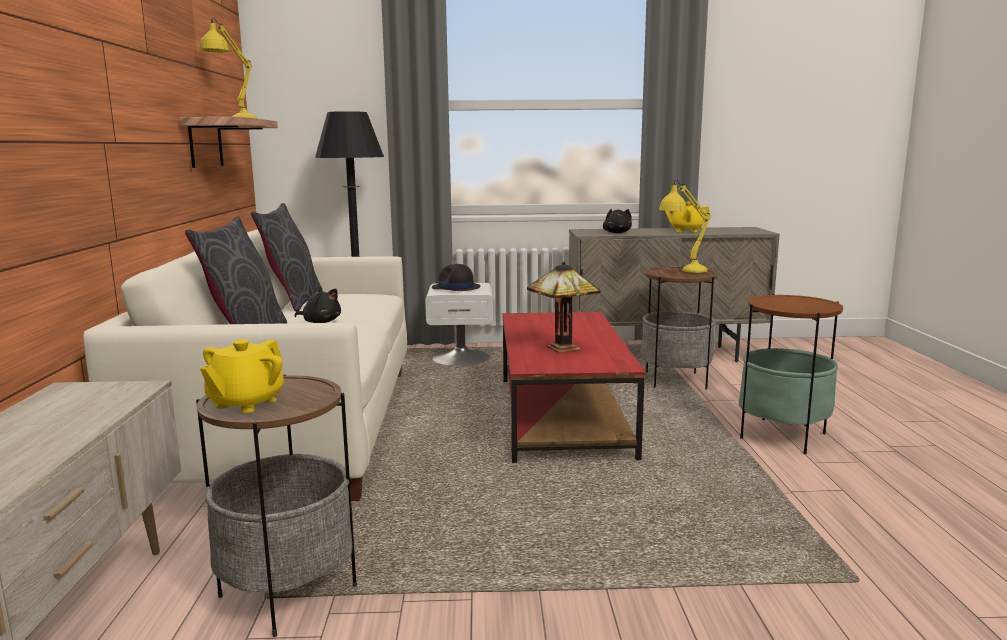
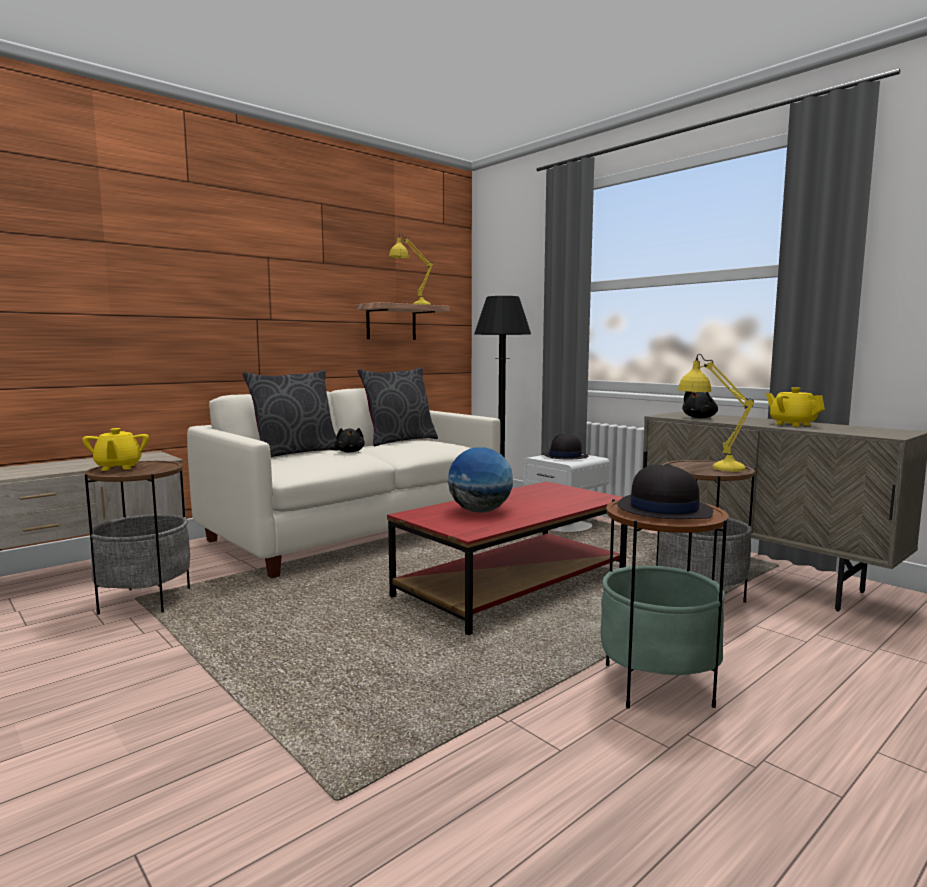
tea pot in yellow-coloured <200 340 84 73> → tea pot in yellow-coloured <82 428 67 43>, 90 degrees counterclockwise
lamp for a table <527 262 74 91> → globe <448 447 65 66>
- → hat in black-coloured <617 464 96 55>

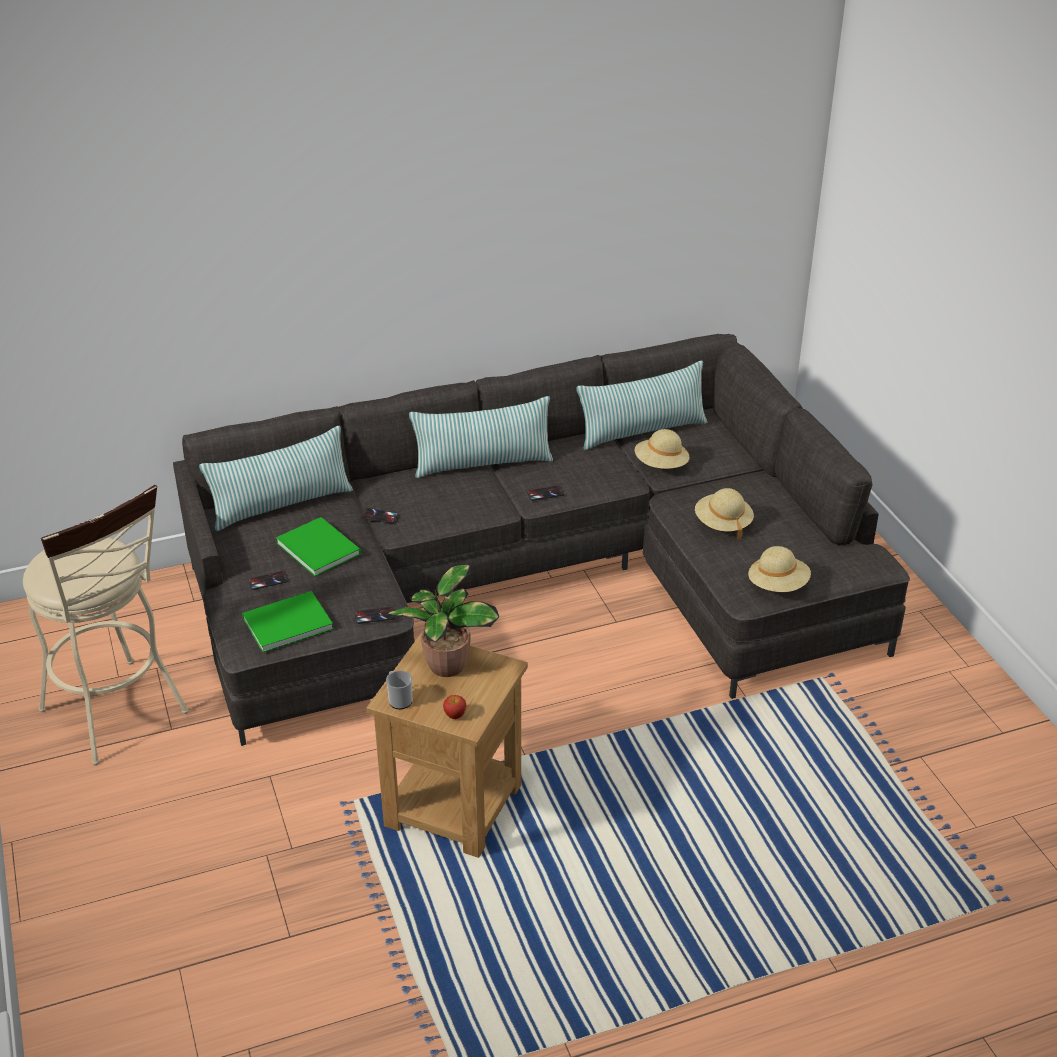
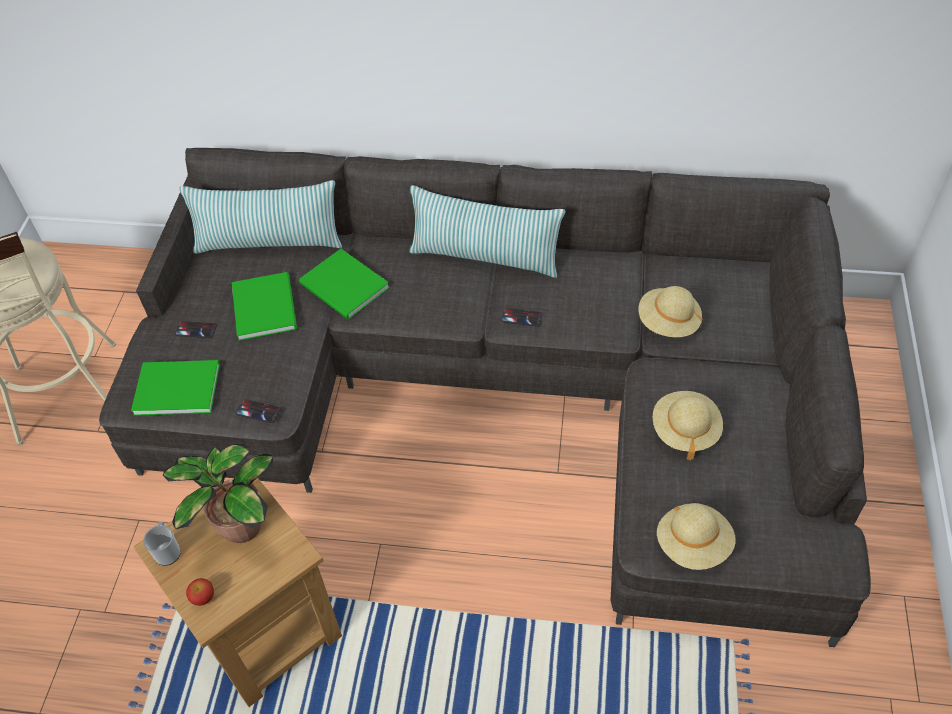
handset <360 508 39 15> → bound book in green-coloured <299 249 91 70>
pillow <576 361 131 89> → -

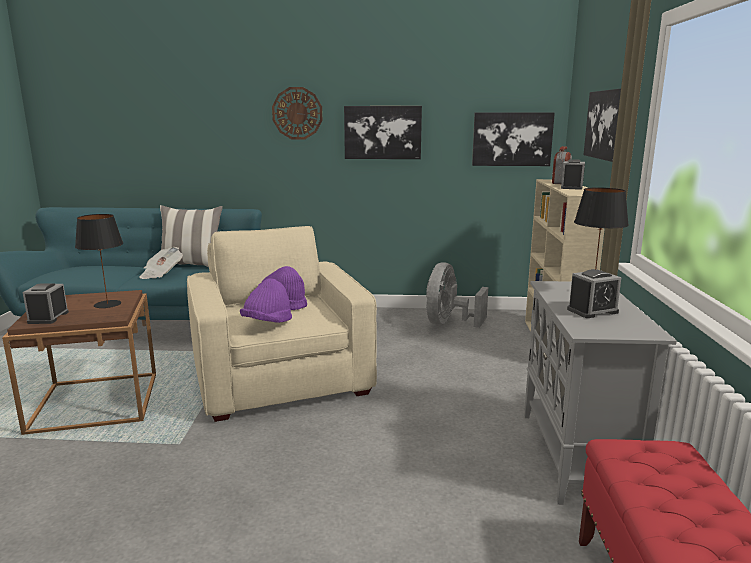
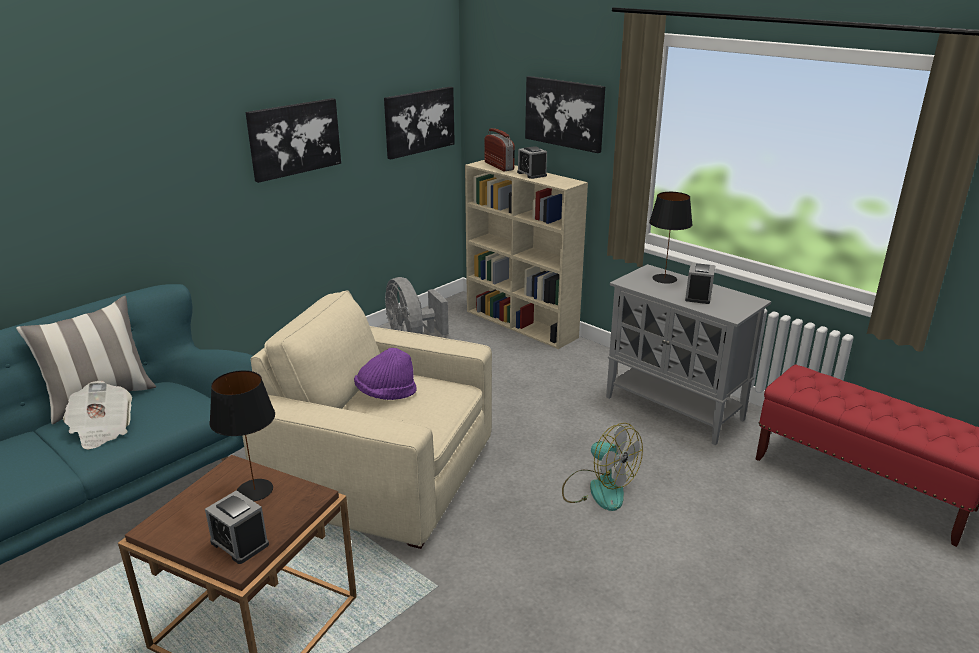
hat in purple <240 278 52 45> → -
hanging clock <272 87 50 52> → -
- → fan <562 423 81 88>

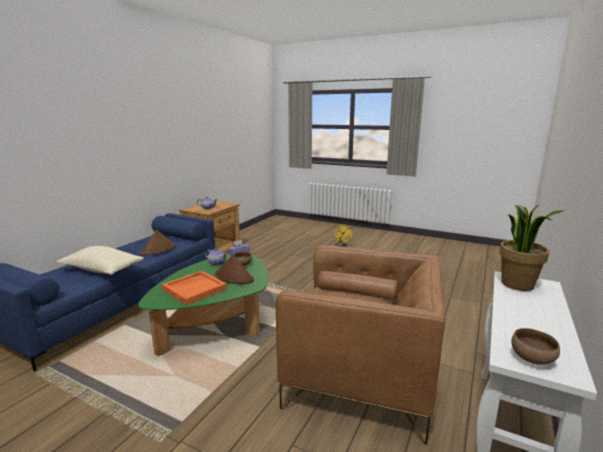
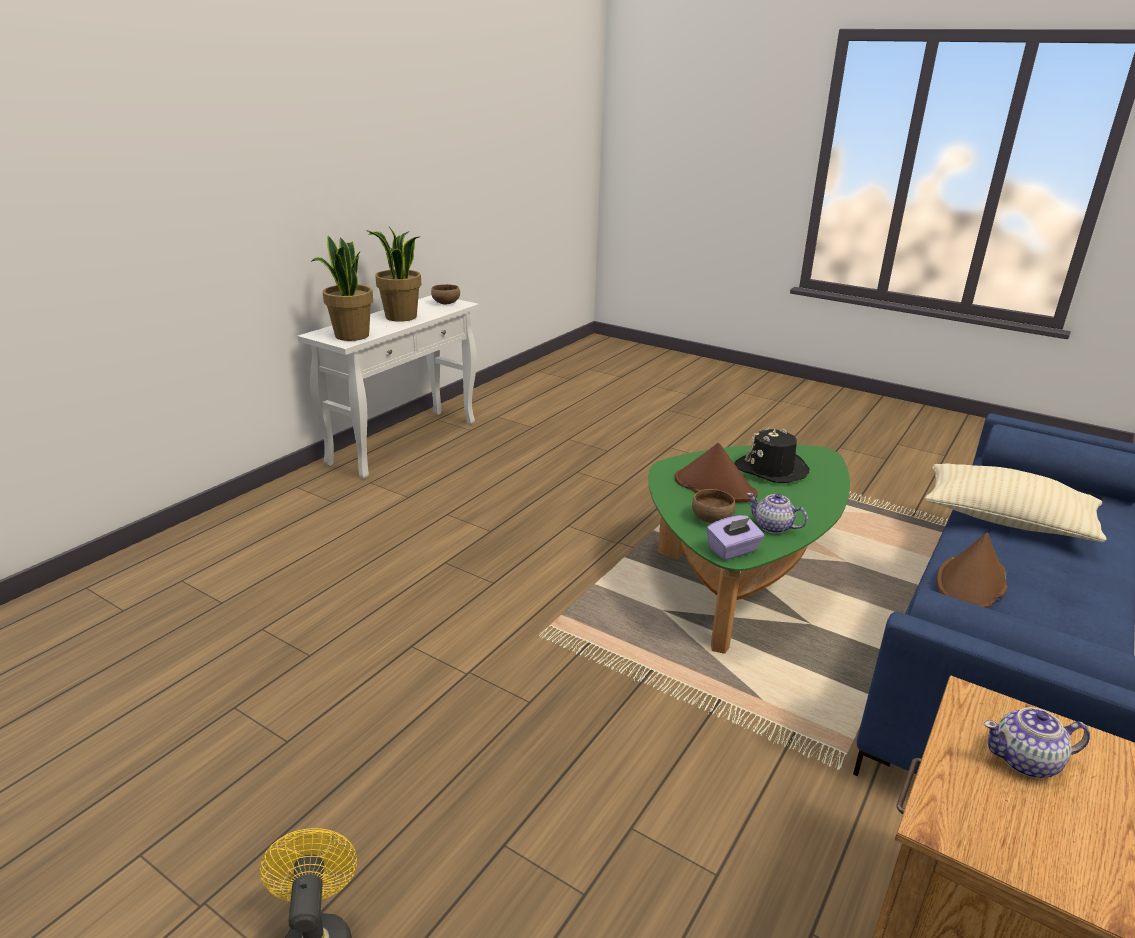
carrying tray in orangey <162 271 65 34> → hat in black-coloured <735 427 74 56>
easy chair in brown-coloured <276 245 170 199> → -
- → plant in a pot <366 227 55 95>

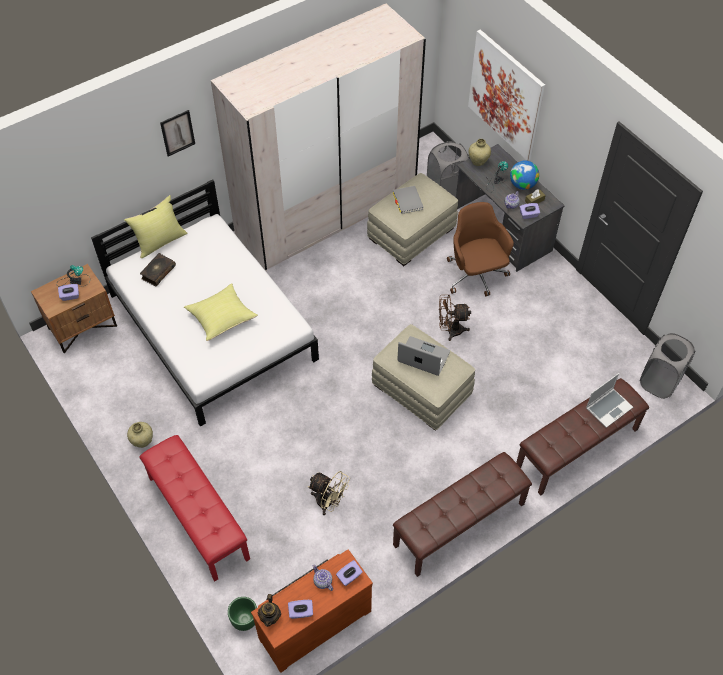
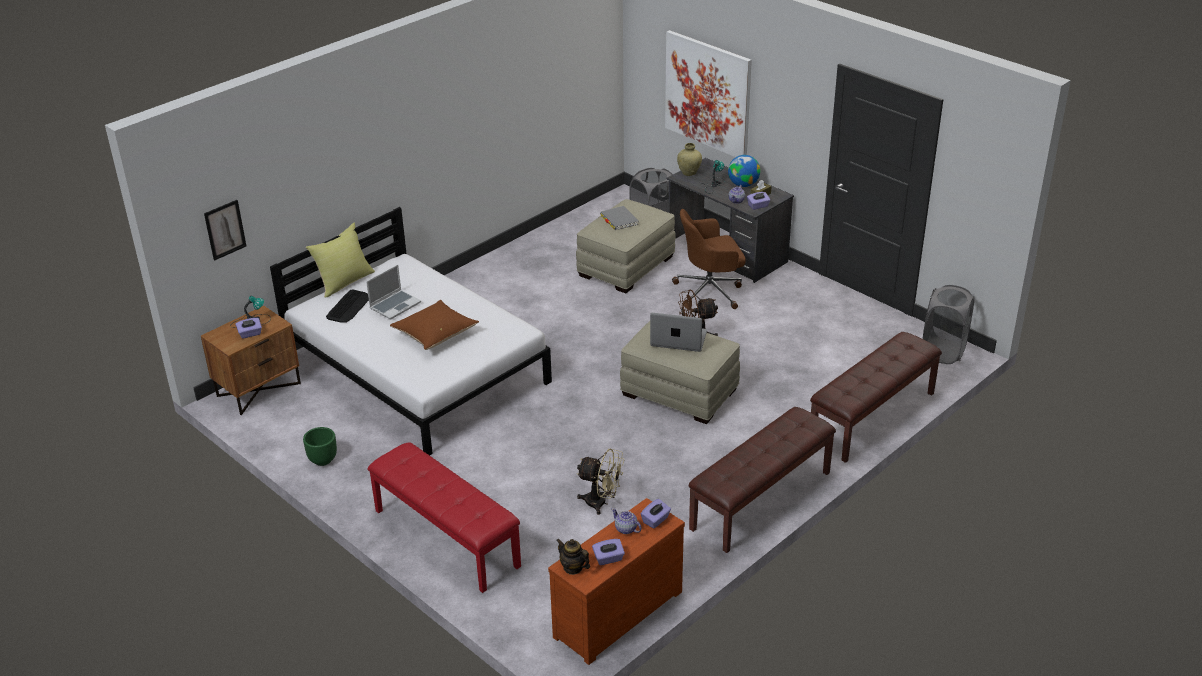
vase in beige <127 422 26 26> → -
bound book <140 253 36 33> → computer keyboard <326 290 43 33>
wall art <160 110 35 46> → wall art <204 200 42 61>, relocated
pillow in yellow-coloured <184 283 74 58> → pillow in brown-coloured <390 300 89 50>
clothes cupboard in beige <211 4 215 268> → -
planter in green-coloured <228 597 29 34> → planter in green-coloured <303 427 34 39>, relocated
tea pot <258 594 23 33> → tea pot <556 538 34 37>, 135 degrees clockwise
desk chair in brown-coloured <447 202 67 94> → desk chair in brown-coloured <672 209 74 100>, 75 degrees counterclockwise
portable computer <586 373 47 55> → portable computer <366 265 55 55>, relocated

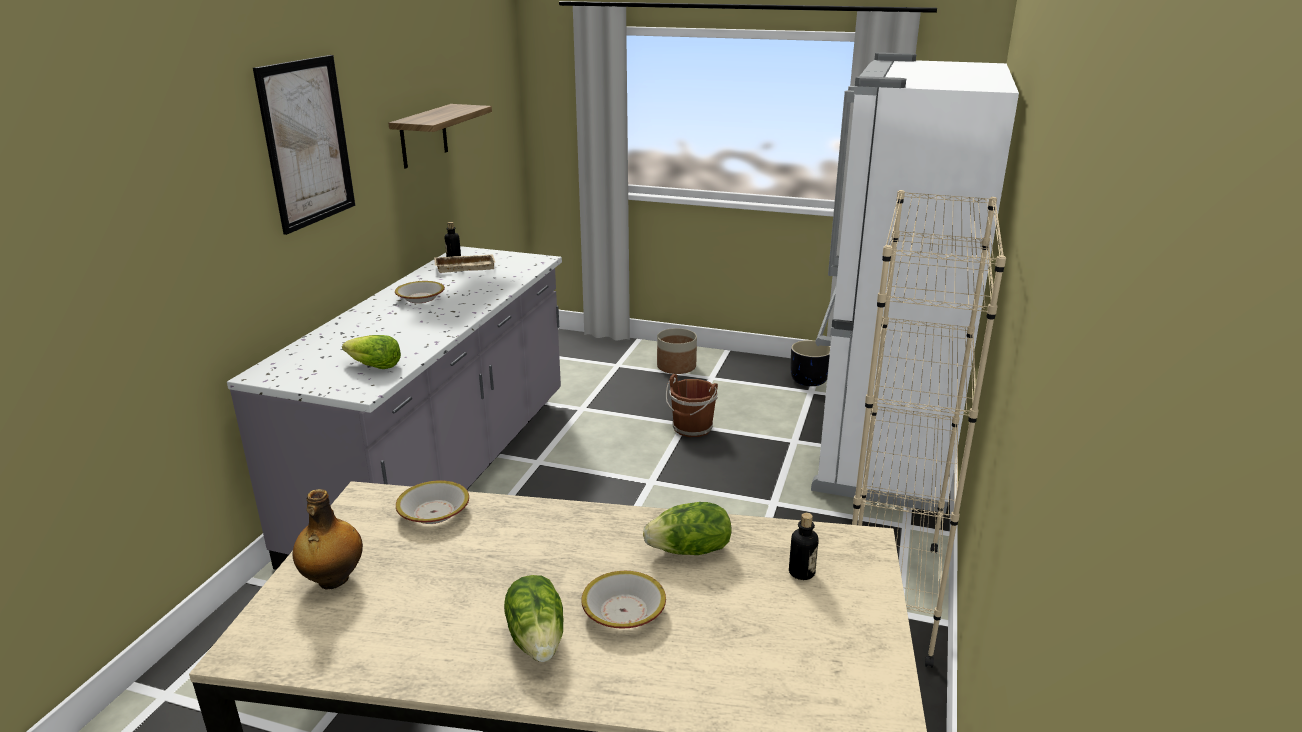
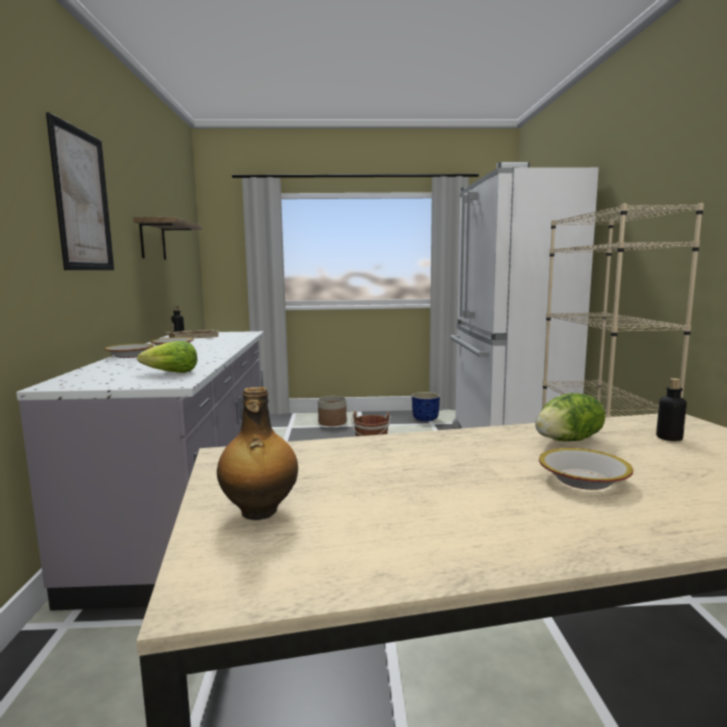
deep dish <396 480 73 44> → deep dish <104 344 49 14>, relocated
lettuce head <504 575 59 87> → -
planter in black-coloured <791 340 39 46> → planter in bluish <412 392 28 29>

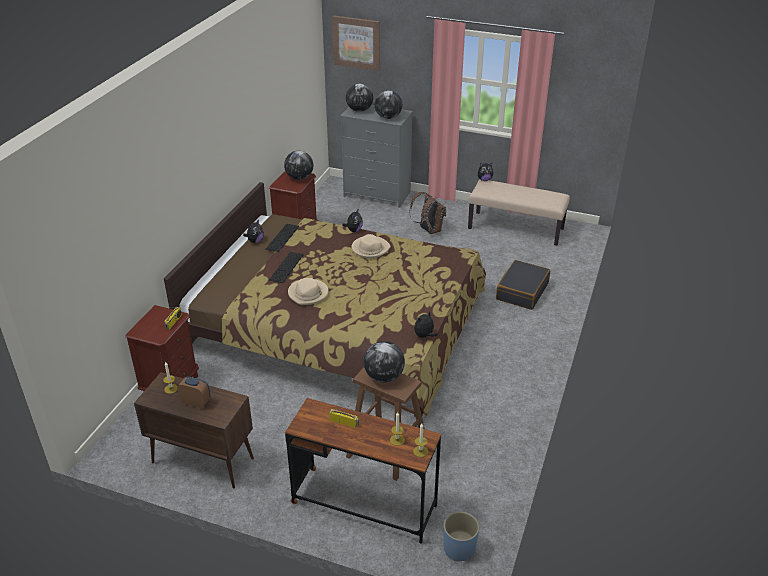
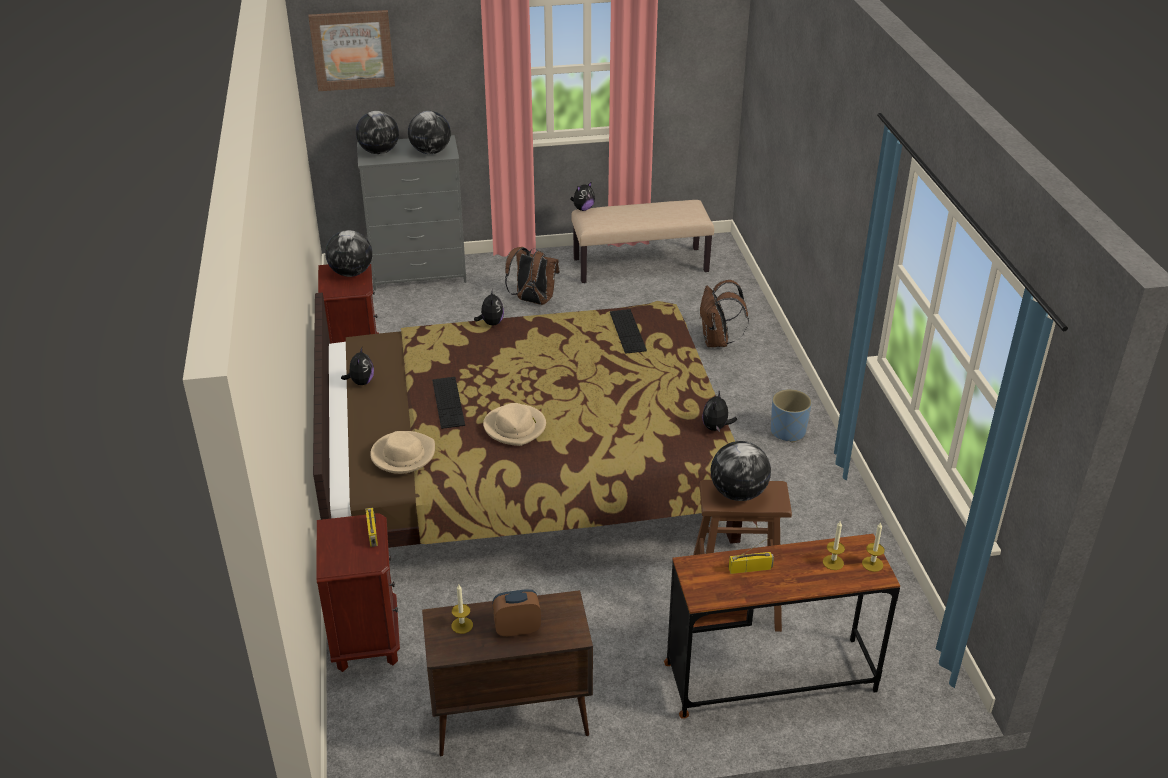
computer keyboard <265 224 34 28> → computer keyboard <610 309 37 45>, relocated
hat in beige <352 234 39 24> → hat in beige <370 431 65 43>, relocated
planter in bluish <443 512 36 49> → planter in bluish <771 389 41 54>, relocated
travel case in black-coloured <496 260 54 50> → knapsack in brown-coloured <700 280 49 67>

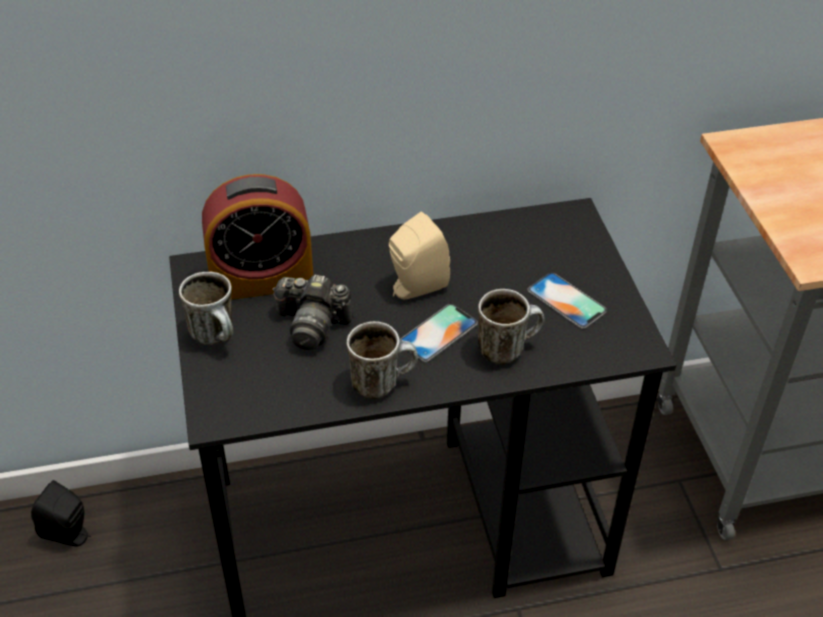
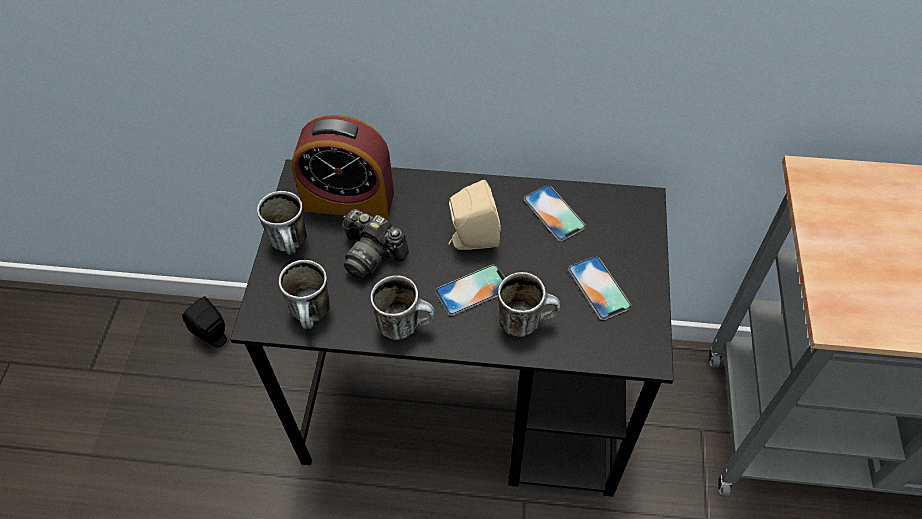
- → tea mug <279 260 51 69>
- → handset <523 185 63 56>

